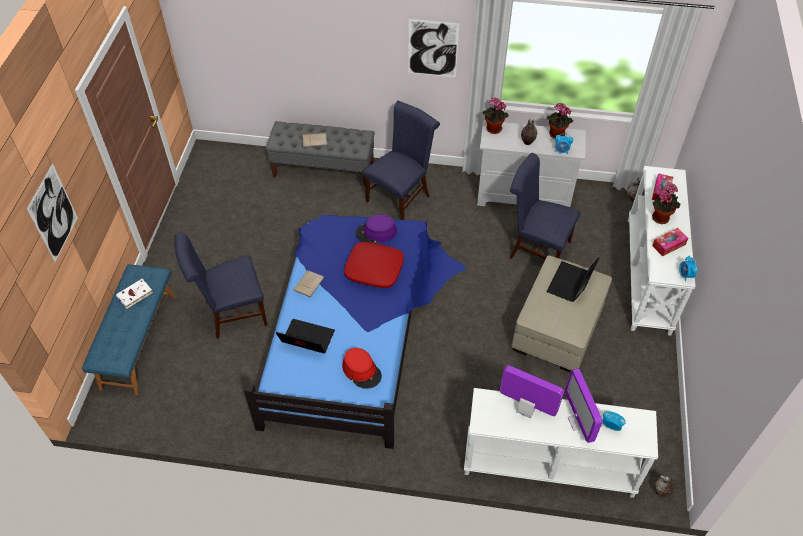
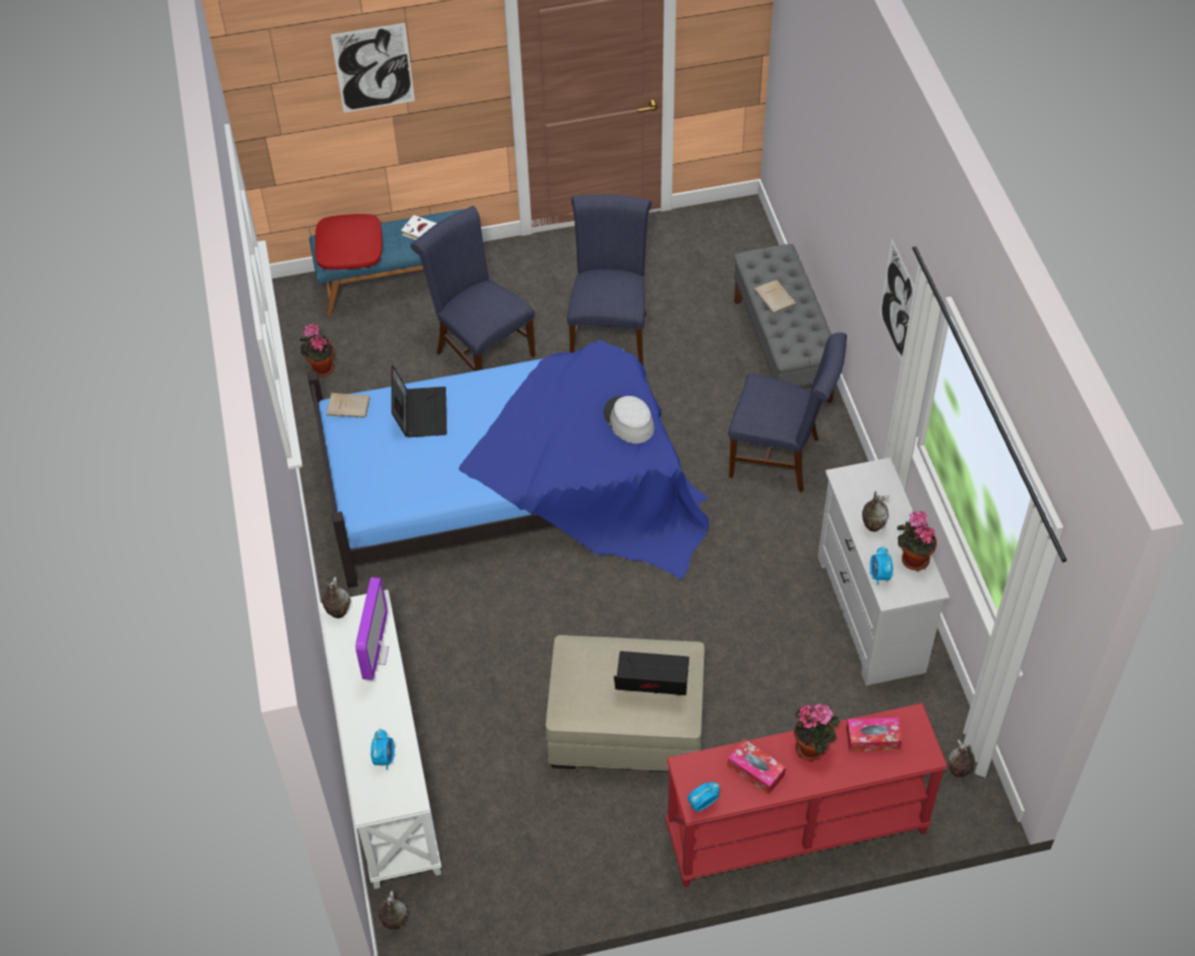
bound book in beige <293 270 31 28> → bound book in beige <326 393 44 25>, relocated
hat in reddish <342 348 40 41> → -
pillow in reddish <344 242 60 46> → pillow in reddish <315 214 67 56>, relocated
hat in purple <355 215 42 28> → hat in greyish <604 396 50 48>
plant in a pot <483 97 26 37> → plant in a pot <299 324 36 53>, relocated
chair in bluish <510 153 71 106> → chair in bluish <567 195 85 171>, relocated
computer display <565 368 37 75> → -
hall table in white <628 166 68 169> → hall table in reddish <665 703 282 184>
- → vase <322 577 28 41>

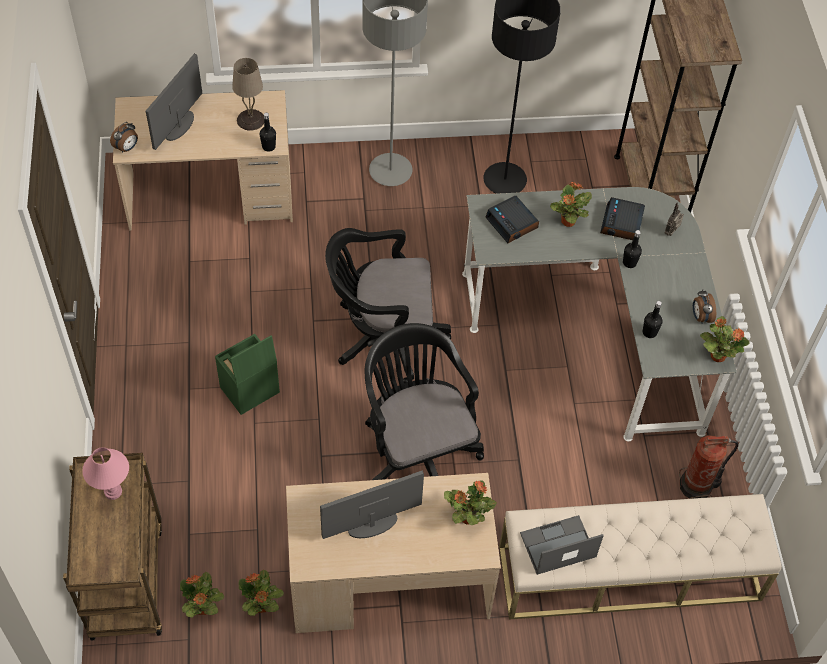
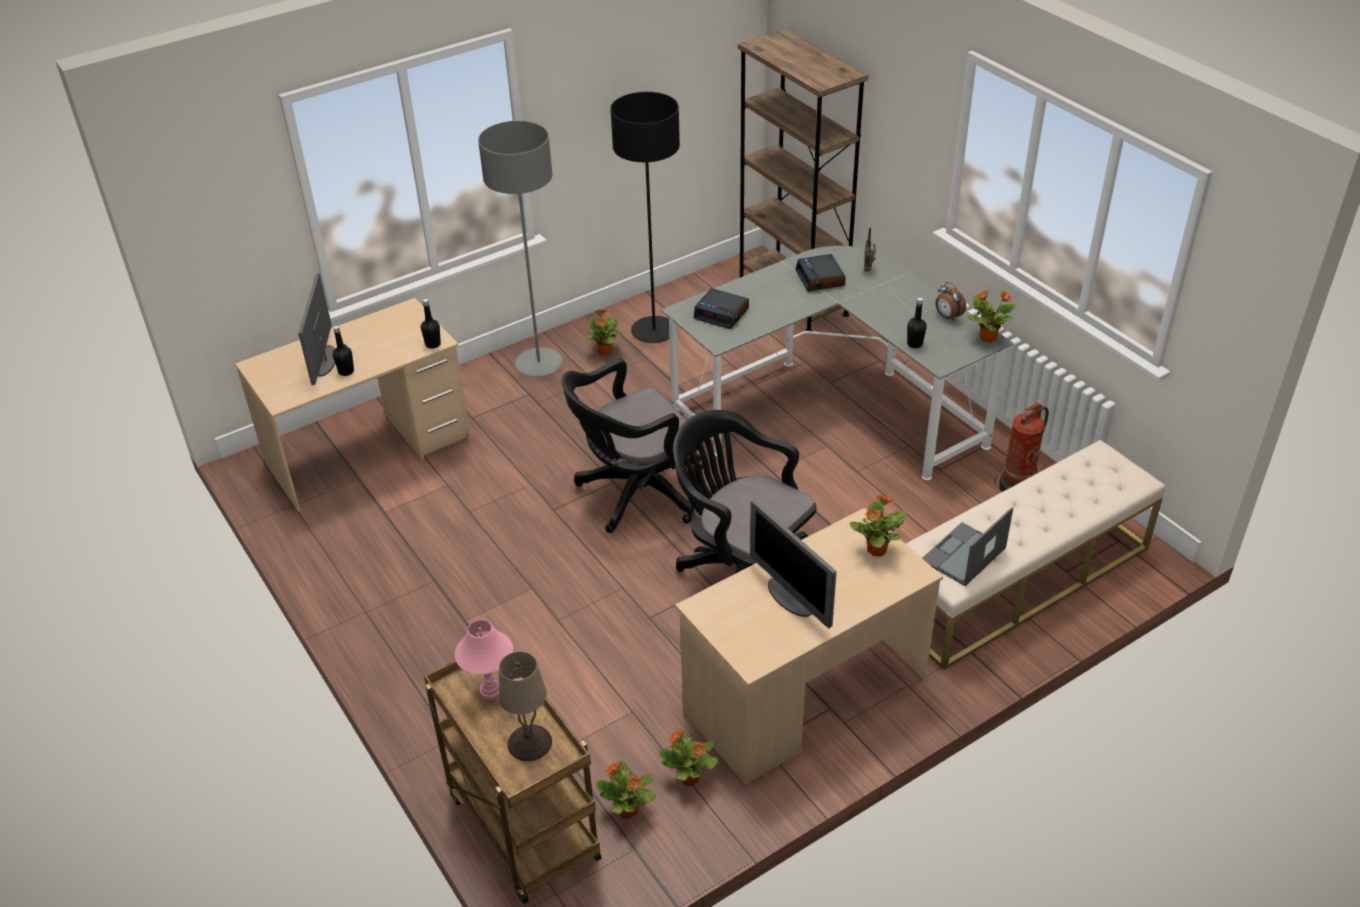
bedside clock <110 122 28 31> → -
storage bin in green-coloured <215 334 65 81> → -
lamp for a table in beige <232 58 32 73> → lamp for a table in beige <498 651 54 110>, relocated
computer display <320 471 104 68> → computer display <750 500 86 129>, 75 degrees counterclockwise
plant in a pot <550 182 42 45> → plant in a pot <585 309 38 46>, relocated
beverage bottle in black-coloured <623 230 19 38> → beverage bottle in black-coloured <333 325 21 51>, relocated

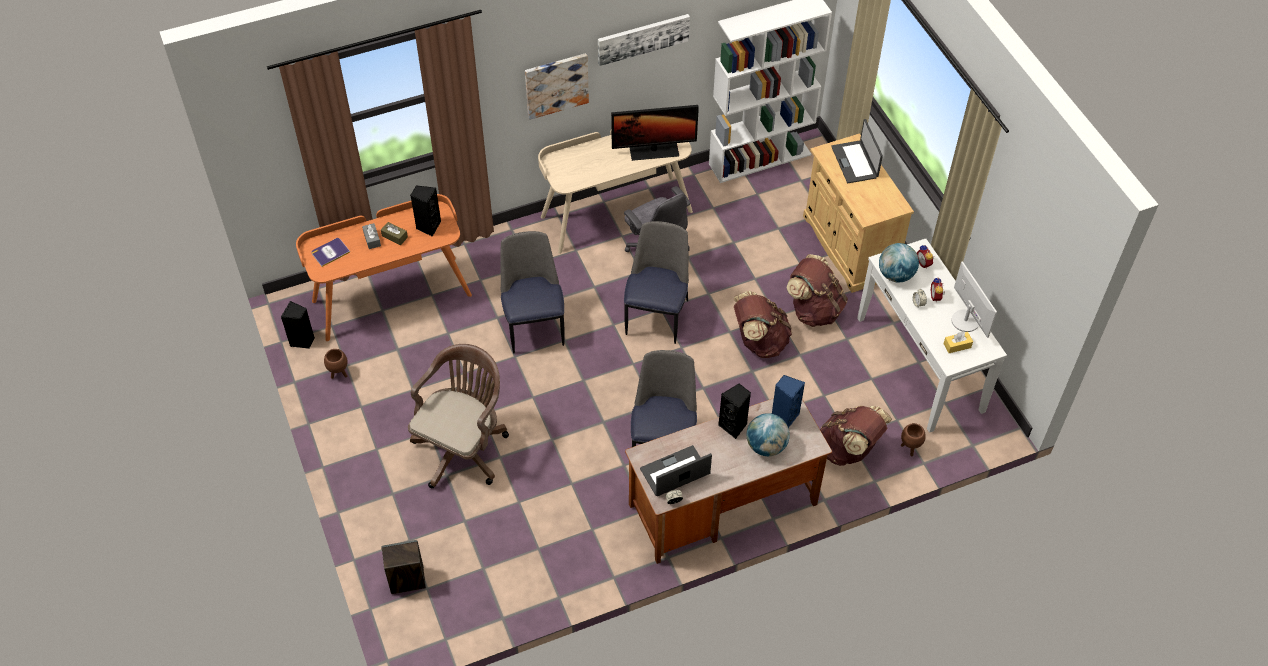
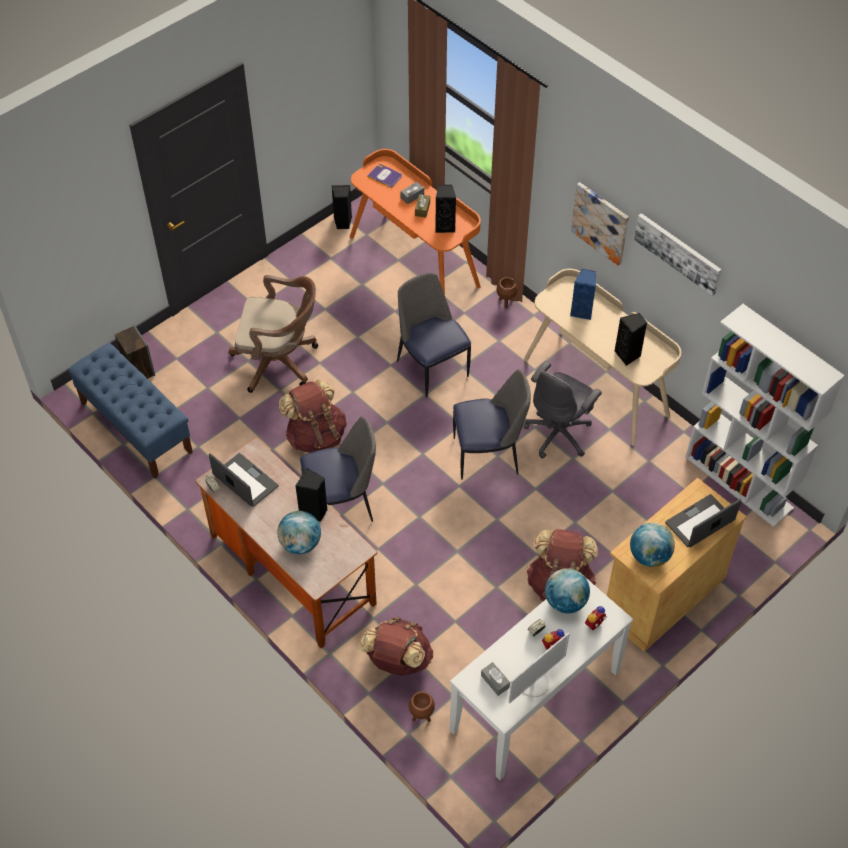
planter in brown-coloured <324 349 24 30> → planter in brown-coloured <497 277 21 32>, relocated
chair <500 231 65 123> → chair <397 273 74 124>, 90 degrees counterclockwise
computer display <611 105 88 56> → speaker in black-coloured <614 313 33 53>
knapsack in brown-coloured <734 291 58 67> → knapsack in brown-coloured <279 379 68 74>, relocated
speaker in bluish <772 375 33 53> → speaker in bluish <570 269 26 51>, relocated
tissue holder in yellow-coloured <943 332 30 21> → tissue holder in greyish <481 662 29 34>
- → bench in bluish <68 343 125 135>
- → globe <630 523 45 44>

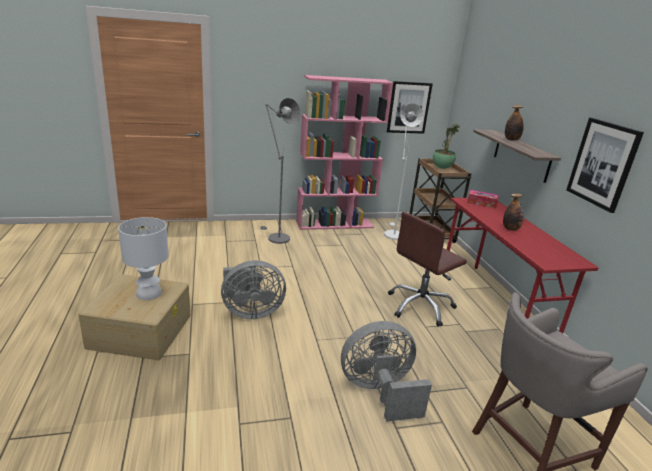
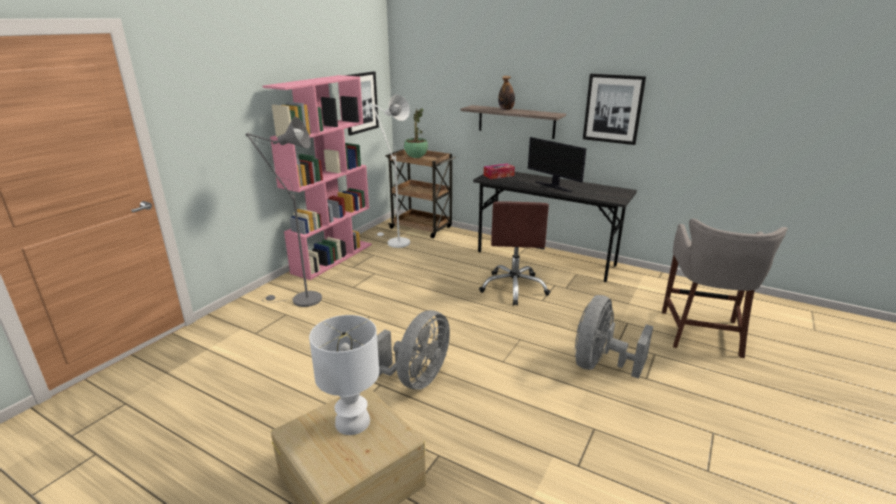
desk table in reddish <447 198 152 135> → desk table in greyish <473 172 164 110>
beverage bottle <503 193 20 38> → computer display <528 137 59 56>

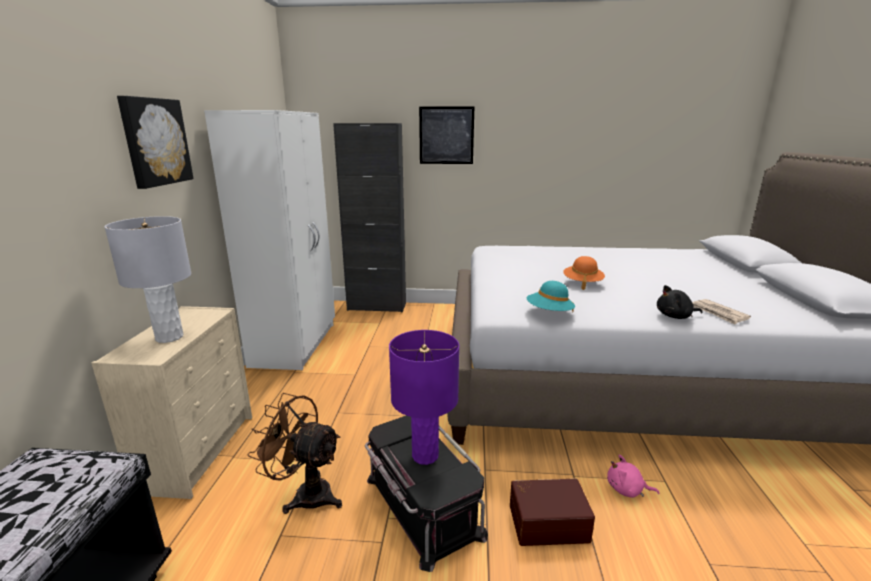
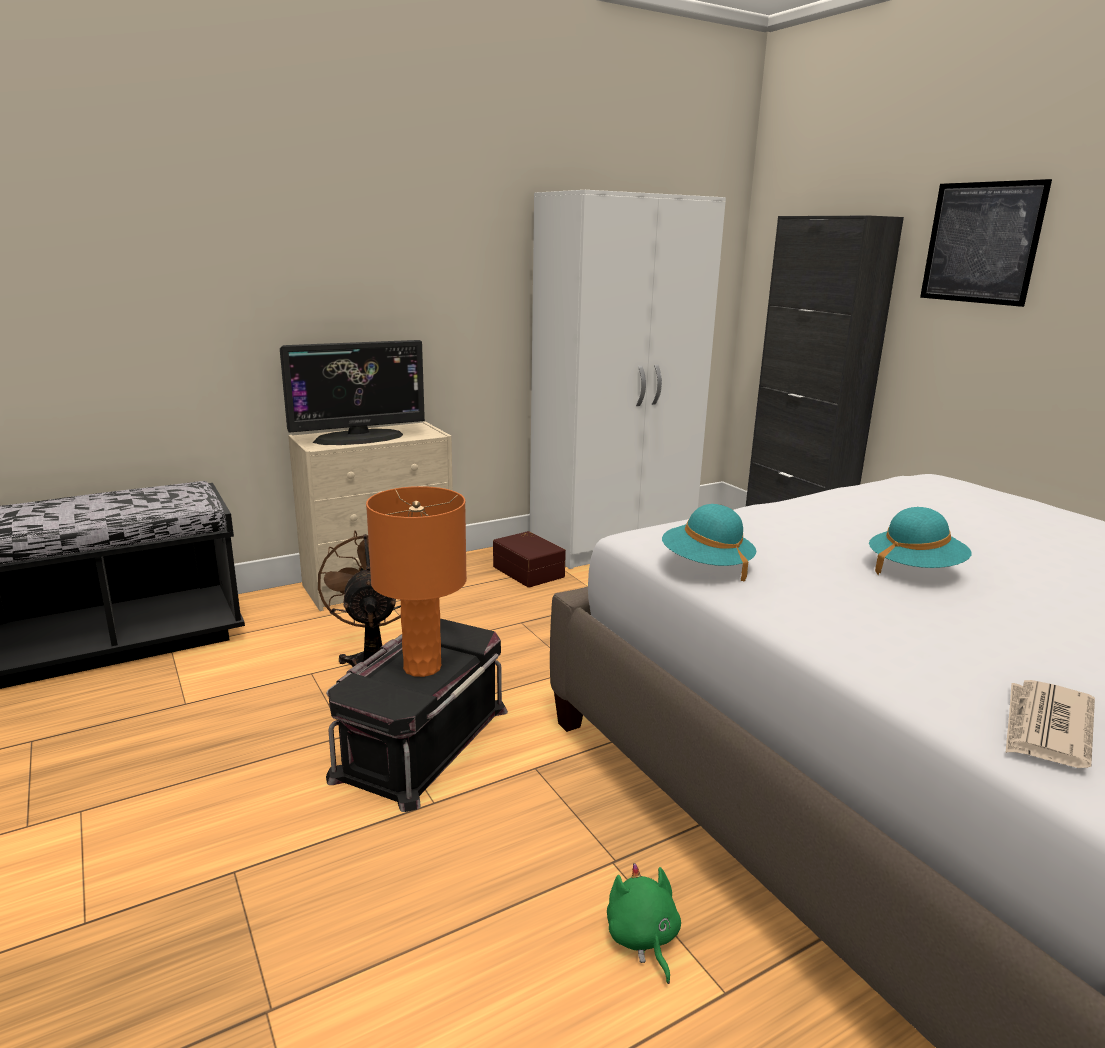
lamp for a table in greyish <105 216 86 127> → computer display <280 340 145 105>
wall art <117 96 77 93> → -
lamp for a table in purple <389 330 70 135> → lamp for a table in orangey <366 486 101 191>
storage bin in brown-coloured <510 479 85 67> → storage bin in brown-coloured <493 531 73 57>, relocated
hat in orangey <563 256 42 34> → hat in turquoise <869 507 103 68>
soft toy in pink <607 454 52 44> → soft toy in green-coloured <607 863 74 121>
soft toy in black-coloured <657 285 45 34> → -

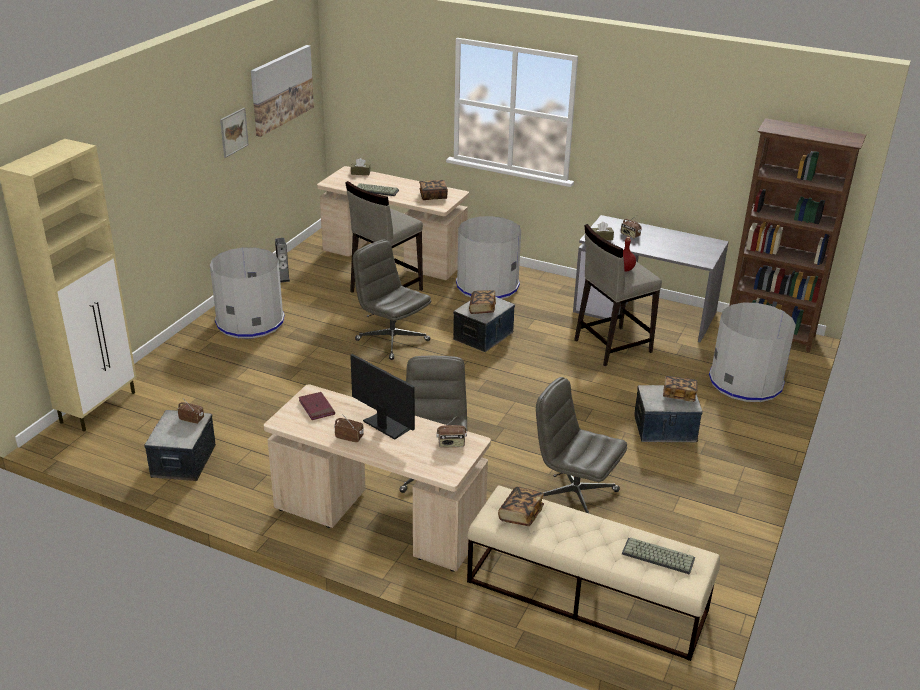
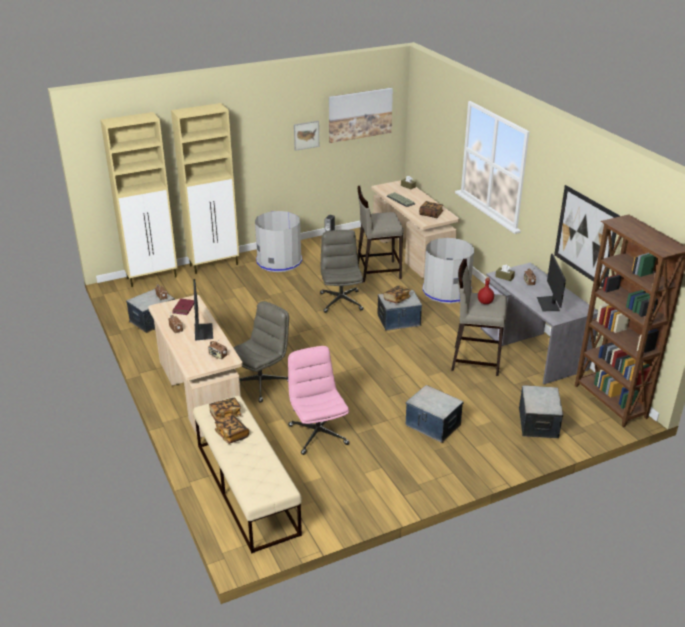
desk chair in greyish <536 377 91 136> → desk chair in pink <288 346 61 109>
computer keyboard <622 537 73 38> → -
bound book <663 376 35 26> → bound book <214 415 35 29>, relocated
rubbish bin in greyish <709 302 87 100> → storage bin <519 385 44 53>
- → cabinet in beige <171 103 68 171>
- → computer display <537 254 29 57>
- → wall art <554 185 66 102>

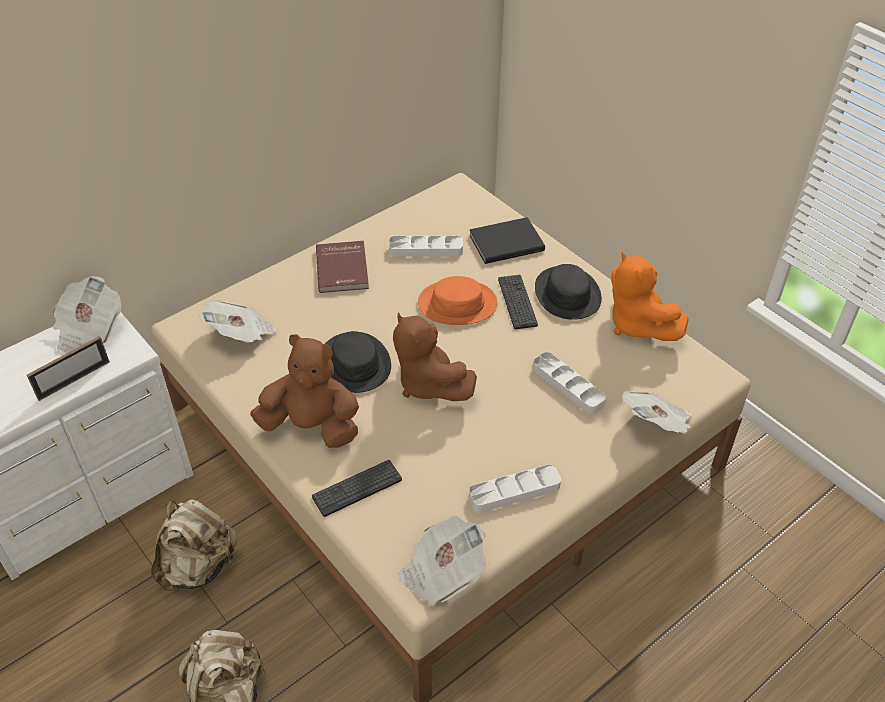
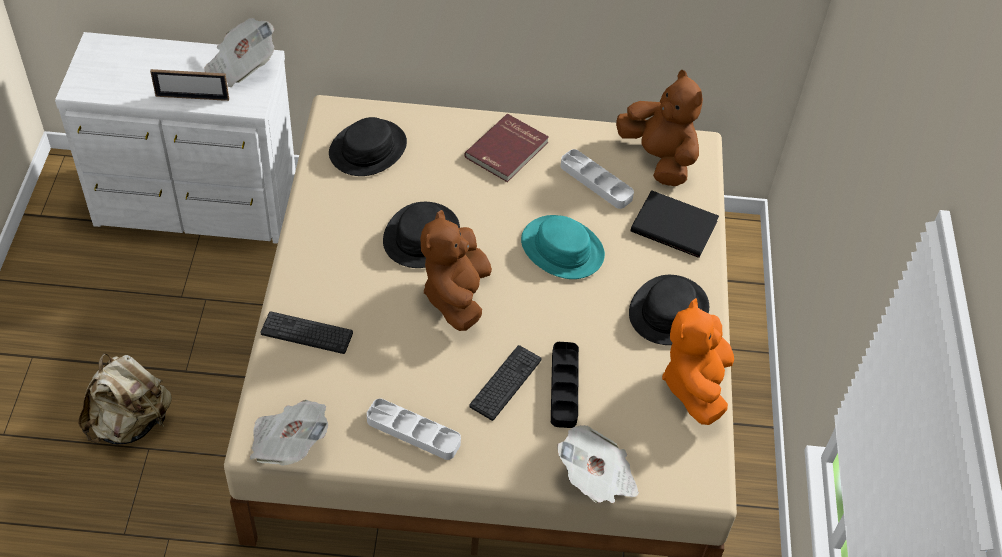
knapsack in beige <151 500 86 91> → -
newspaper <199 300 78 43> → hat in black-coloured <329 117 78 59>
soft toy in brown-coloured <250 334 109 114> → soft toy in brown-coloured <616 70 87 116>, relocated
hat in orangey <418 276 79 49> → hat in turquoise <521 215 84 64>
computer keyboard <498 275 40 54> → computer keyboard <469 345 72 76>, relocated
carrying tray in white <533 352 73 62> → carrying tray in black-coloured <551 342 28 86>

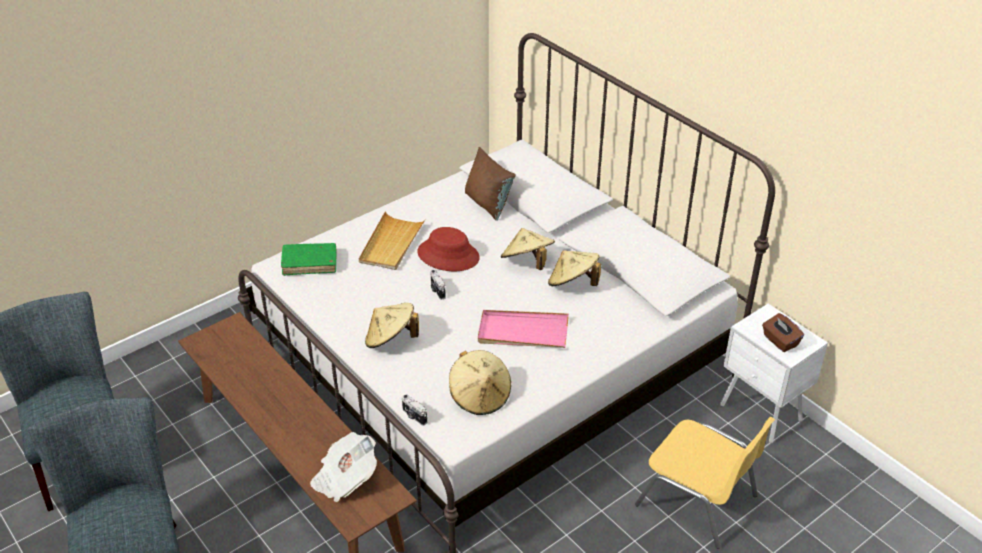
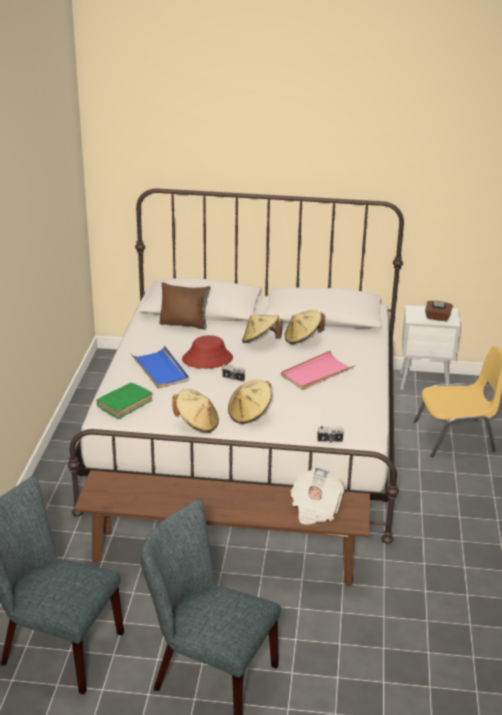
carrying tray in beige <359 211 67 59> → carrying tray in bluish <130 346 59 43>
hat in beige <449 350 62 65> → hat in beige <172 389 47 43>, relocated

